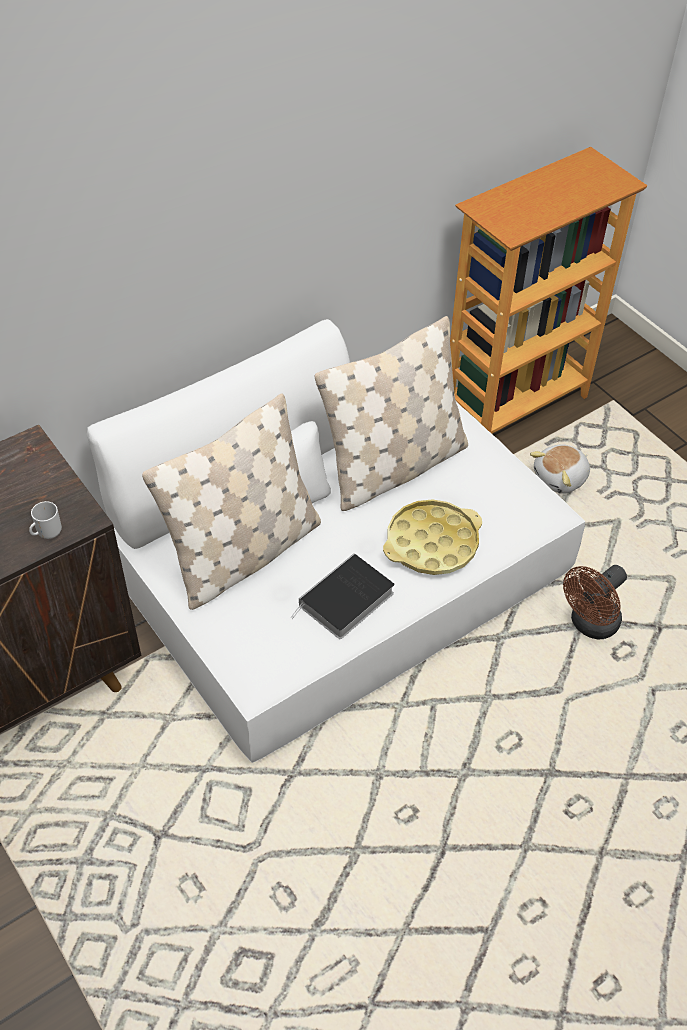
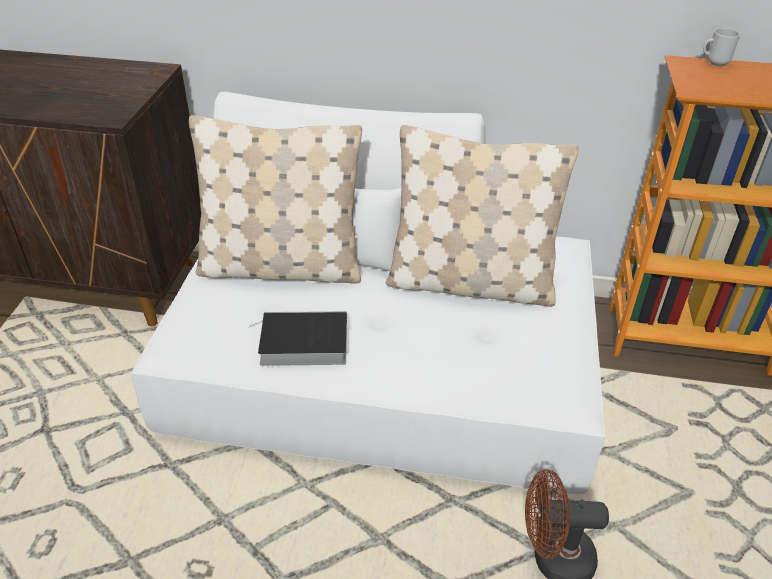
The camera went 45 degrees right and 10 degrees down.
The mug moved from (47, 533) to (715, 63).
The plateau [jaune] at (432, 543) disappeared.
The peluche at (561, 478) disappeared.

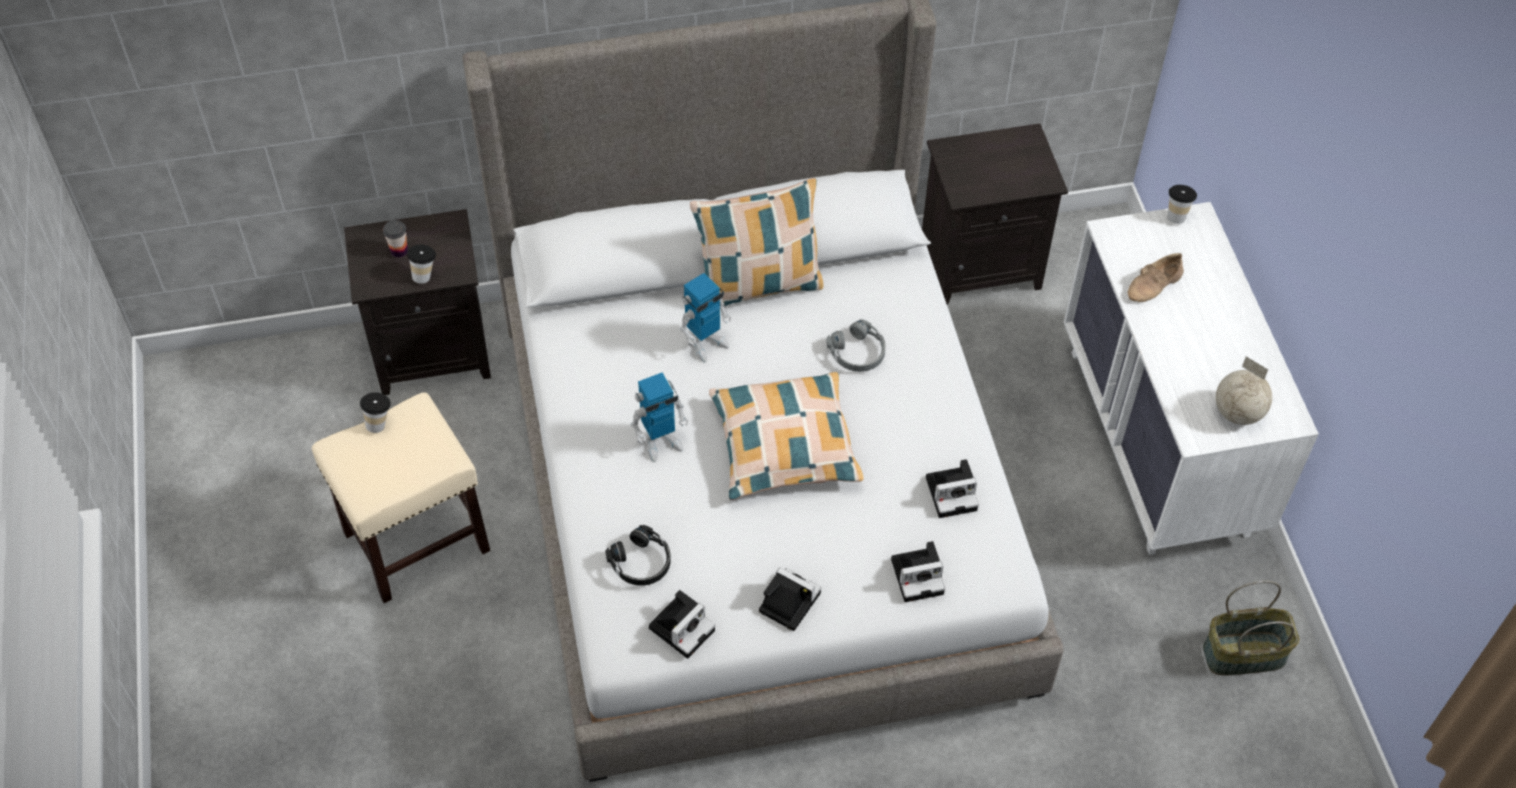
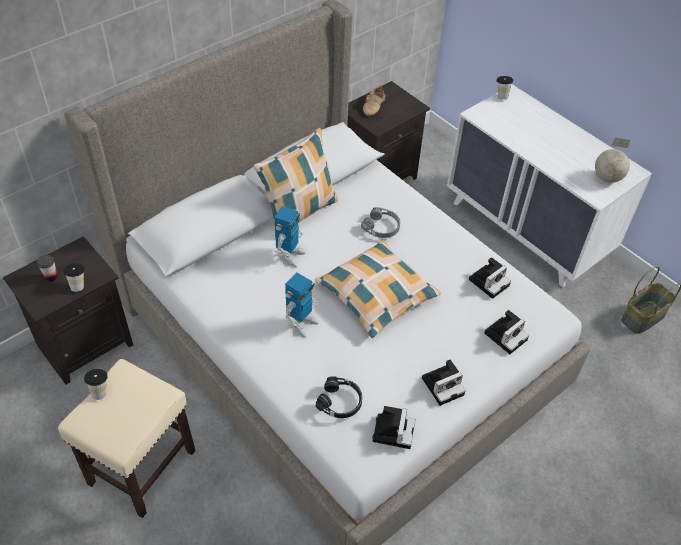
The camera went 30 degrees left and 5 degrees down.
The chaussure [beige] moved from (1155, 285) to (374, 106).
The appareil photo at (787, 601) turned 150 degrees clockwise.

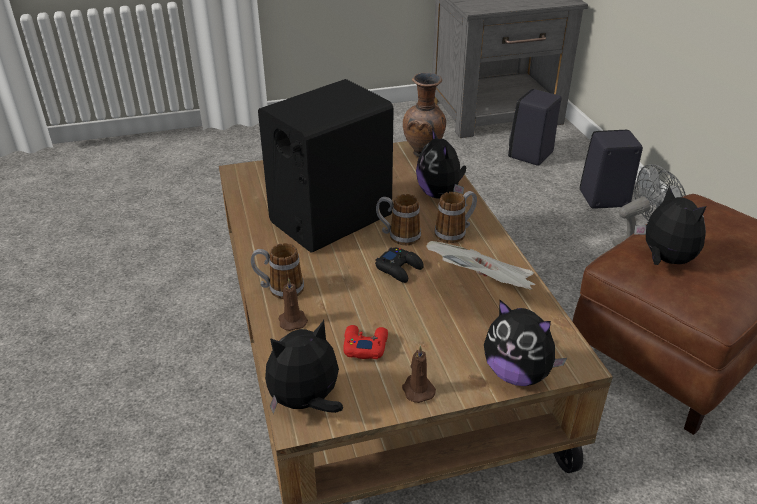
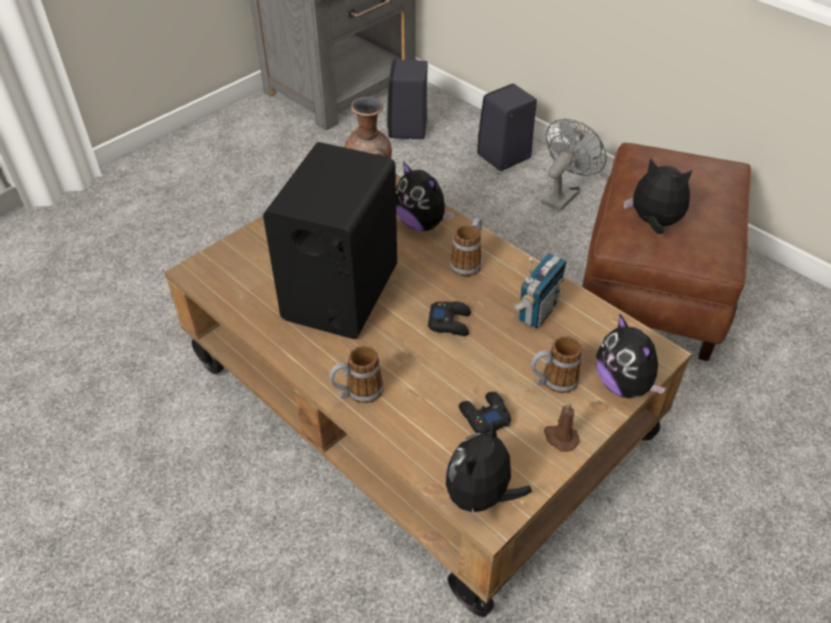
The camera went 30 degrees left and 10 degrees up.
The manette [rouge] at (365, 345) became the manette [noir] at (484, 416).
The journal at (483, 288) was replaced by the radio at (536, 312).
The mug moved from (398, 236) to (552, 382).
The peluche at (517, 373) turned 60 degrees clockwise.
The bougie [marron] at (292, 320) disappeared.

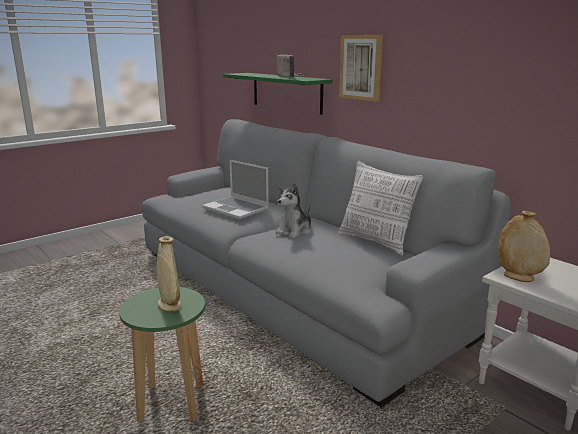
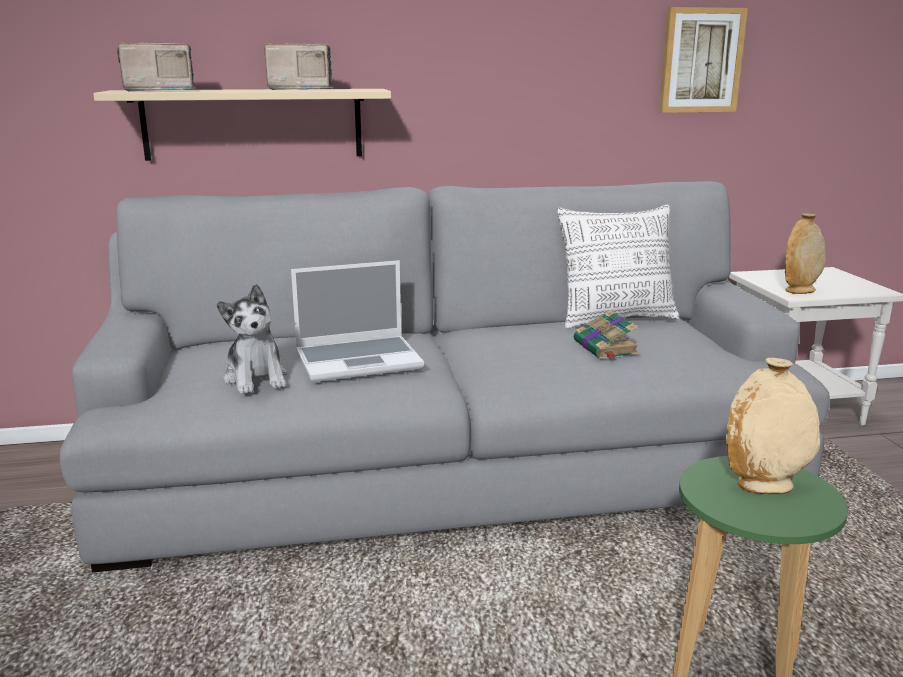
The camera went 60 degrees left and 0 degrees up.
The étagère [vert] at (286, 92) became the étagère [beige] at (253, 124).
The radio at (158, 90) appeared.
The peluche moved from (295, 231) to (256, 378).
The livre at (606, 348) appeared.
The tableau moved from (361, 67) to (700, 60).

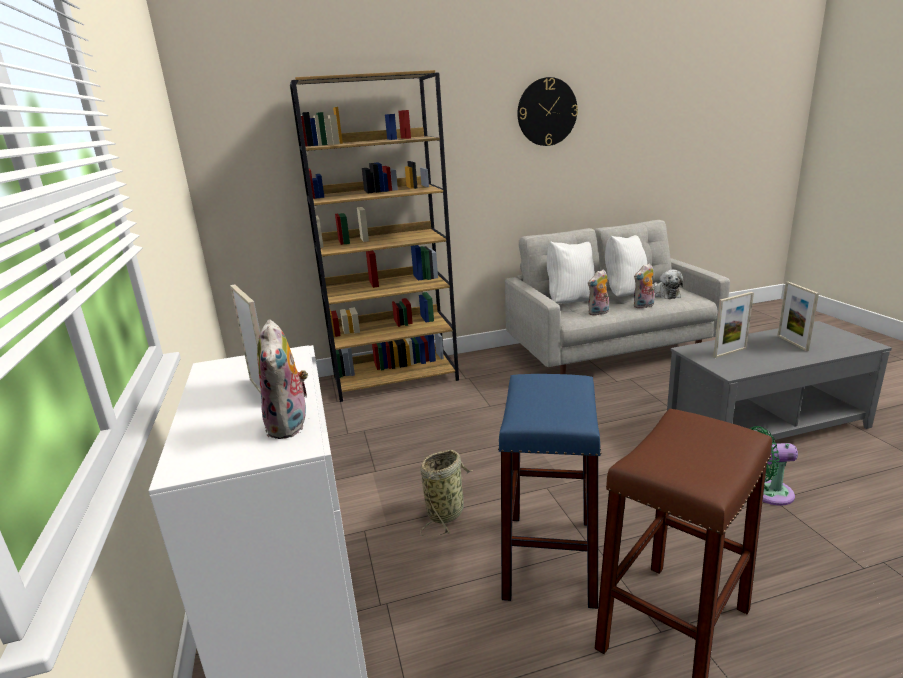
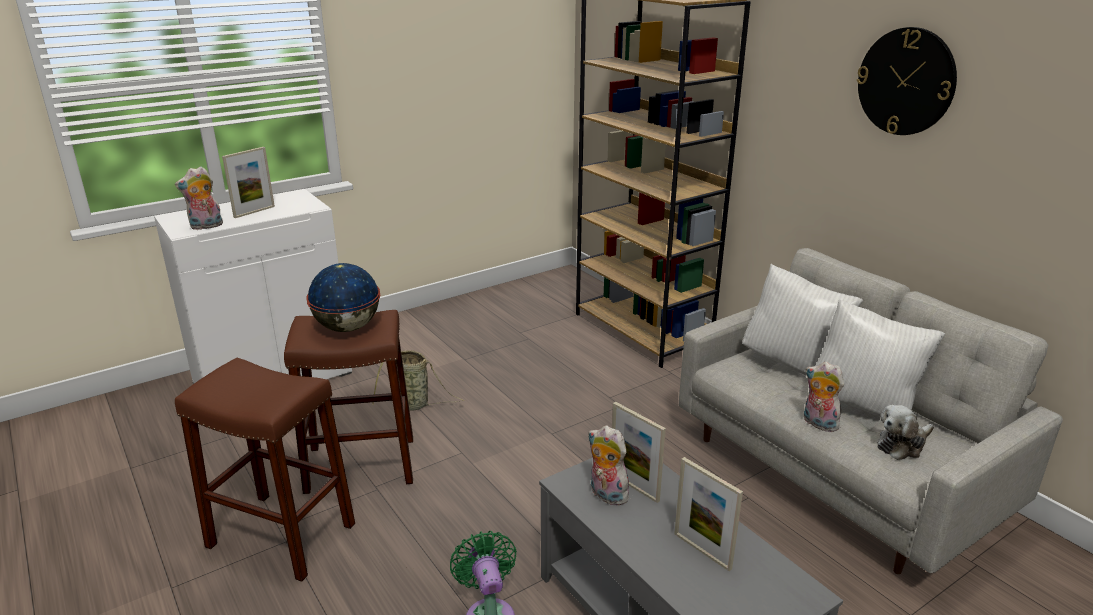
The camera went 70 degrees right and 5 degrees up.
The tabouret [bleu] at (550, 557) became the tabouret [marron] at (361, 465).
The globe at (347, 328) appeared.
The peluche moved from (598, 313) to (606, 495).
The cadre photo at (792, 343) turned 105 degrees counterclockwise.

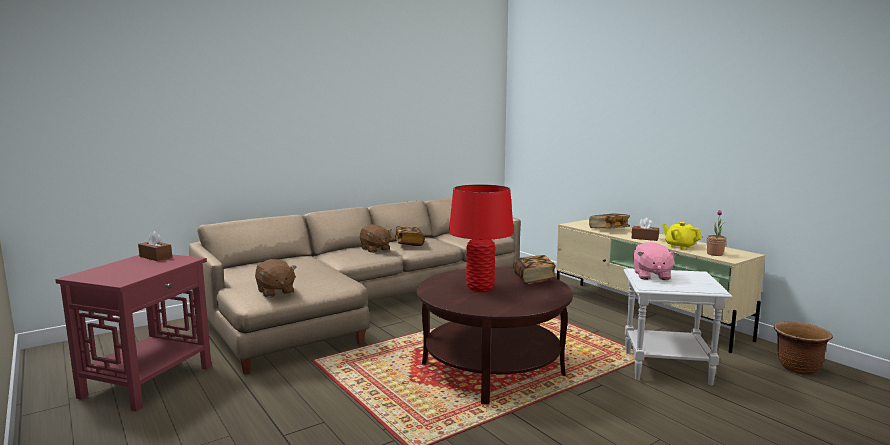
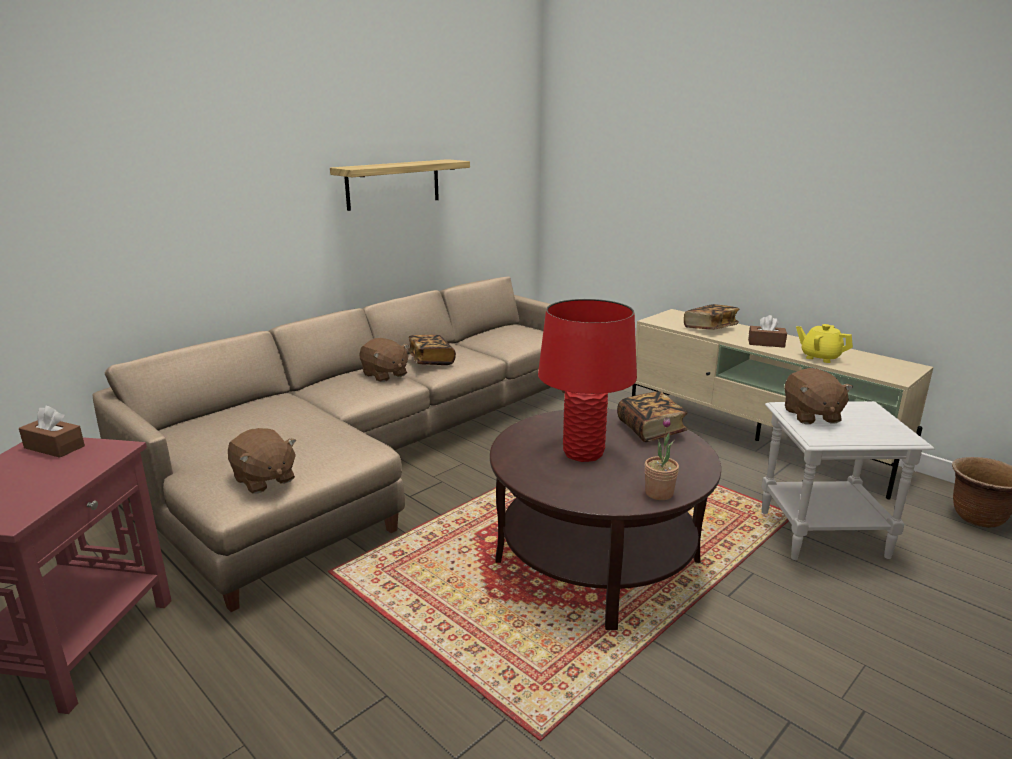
The camera went 10 degrees left and 10 degrees up.
The étagère at (393, 184) appeared.
The plante en pot moved from (714, 254) to (659, 493).
The peluche [rose] at (651, 276) became the peluche [marron] at (811, 416).

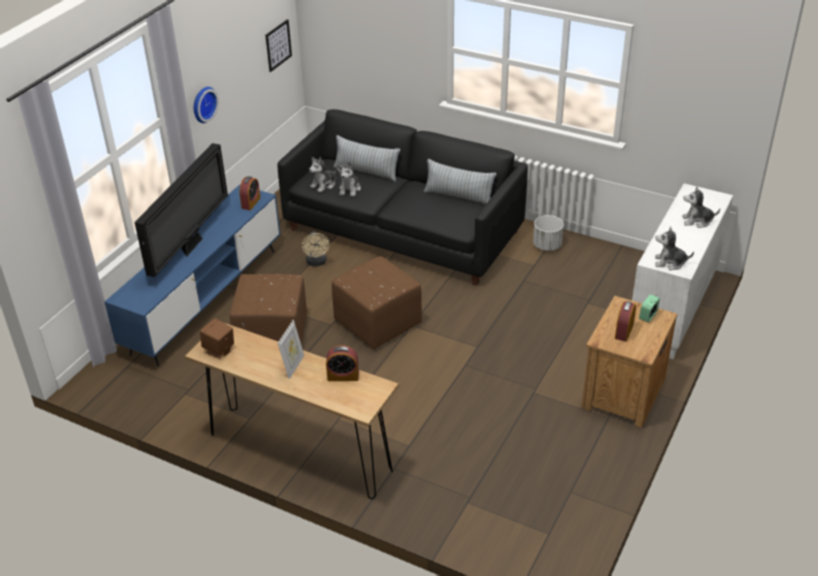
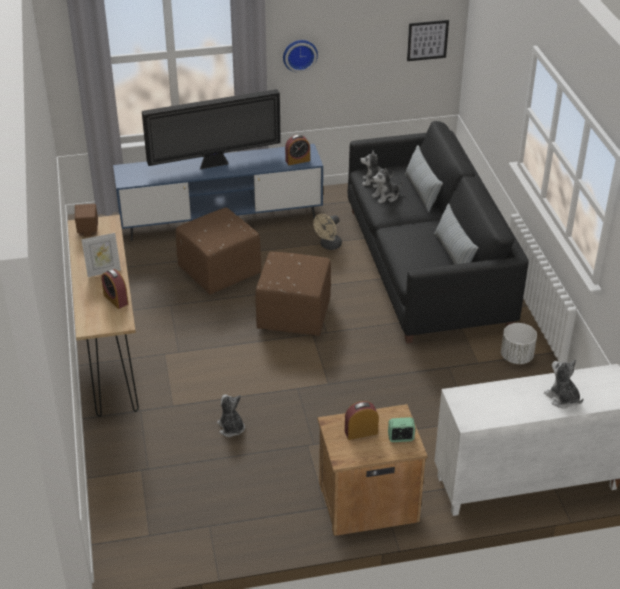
The camera went 50 degrees right and 0 degrees up.
The peluche moved from (670, 262) to (231, 428).

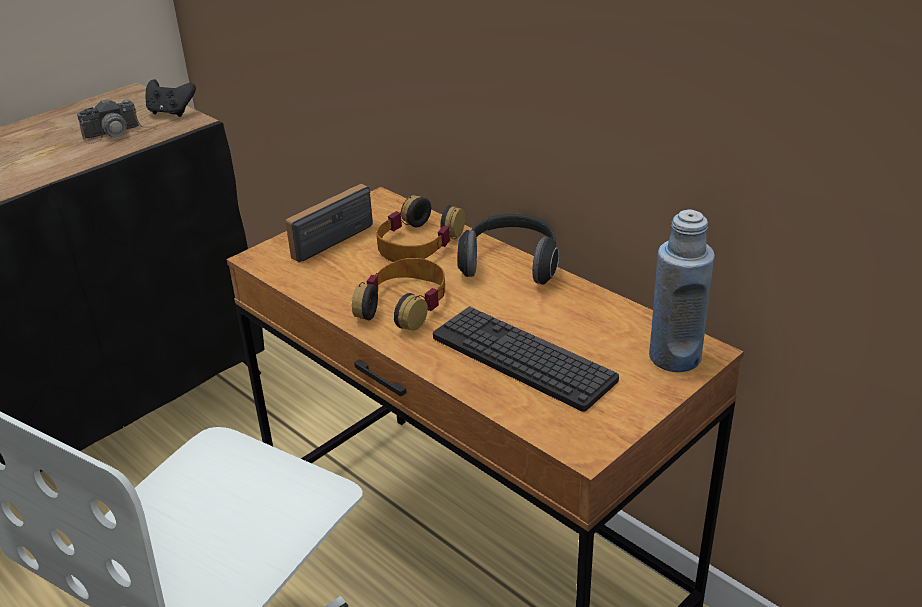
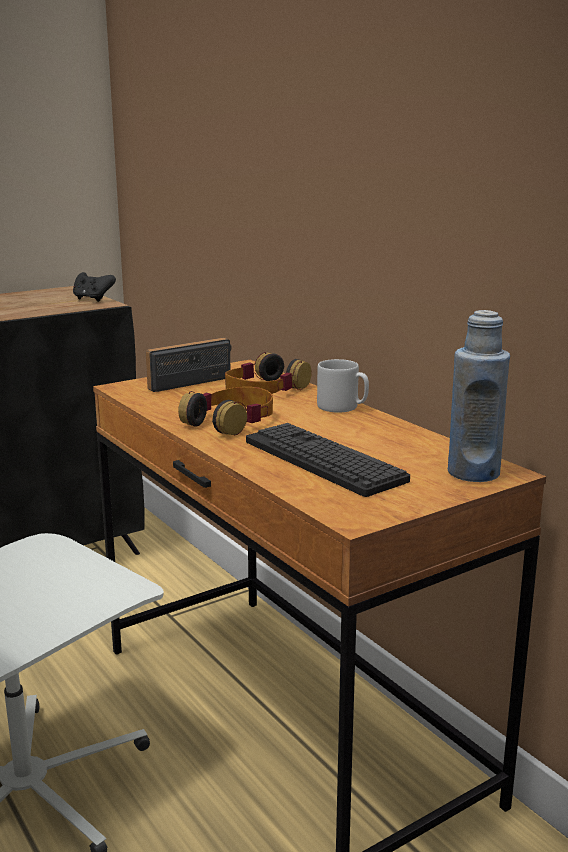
The camera went 10 degrees right and 15 degrees down.
The casque audio at (511, 264) was replaced by the mug [gris] at (342, 407).
The appareil photo at (119, 133) disappeared.

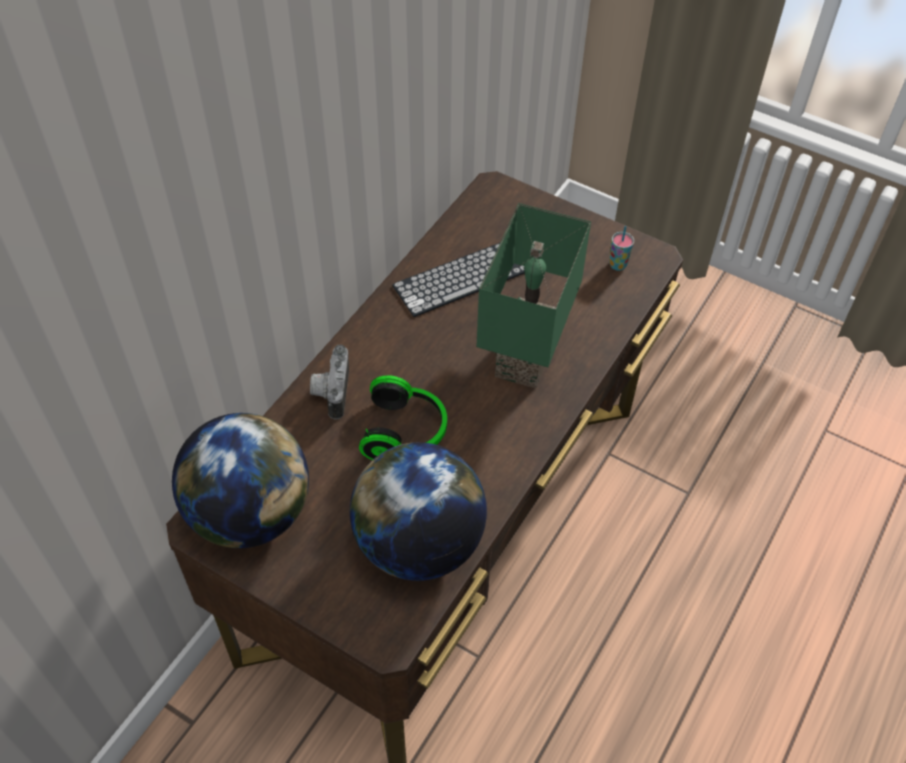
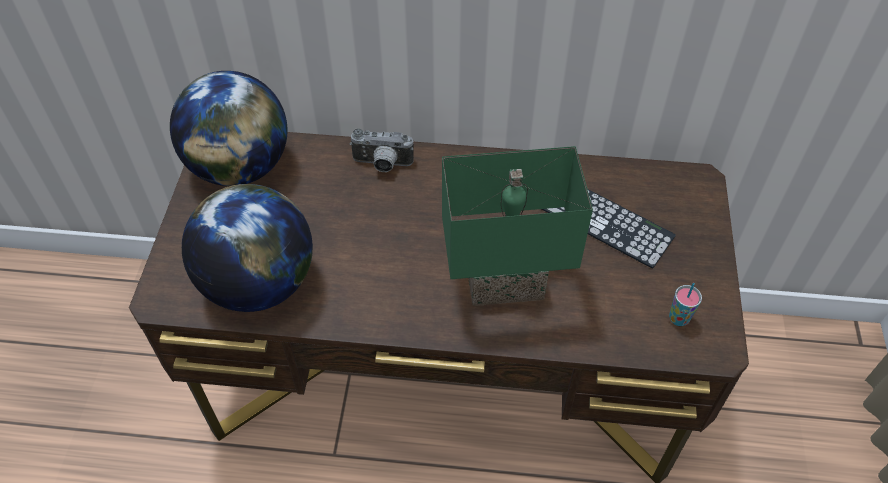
The camera went 65 degrees right and 0 degrees up.
The appareil photo at (330, 392) turned 150 degrees counterclockwise.
The casque audio at (406, 432) disappeared.

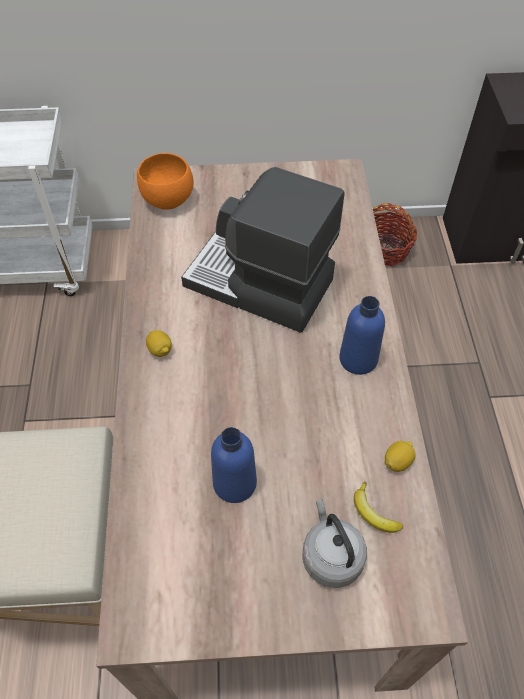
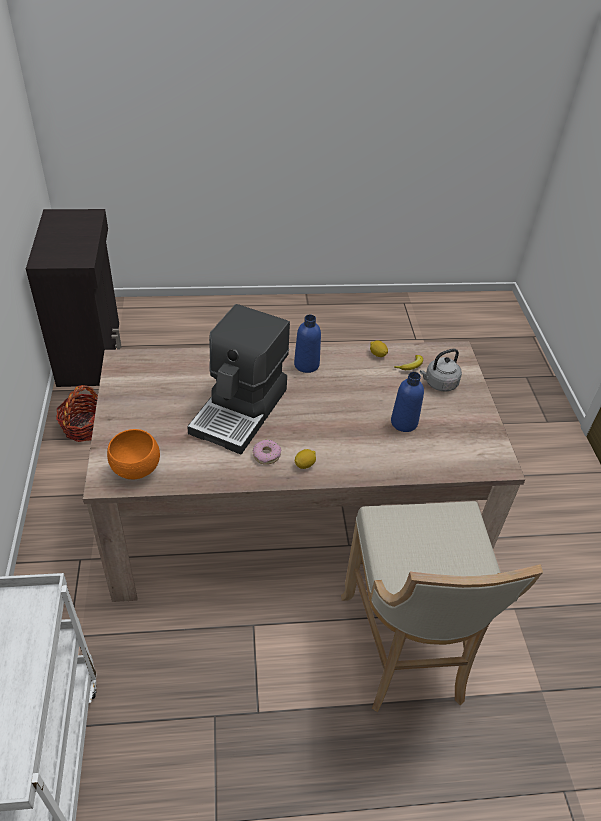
The camera went 95 degrees left and 10 degrees down.
The beignet at (266, 455) appeared.

